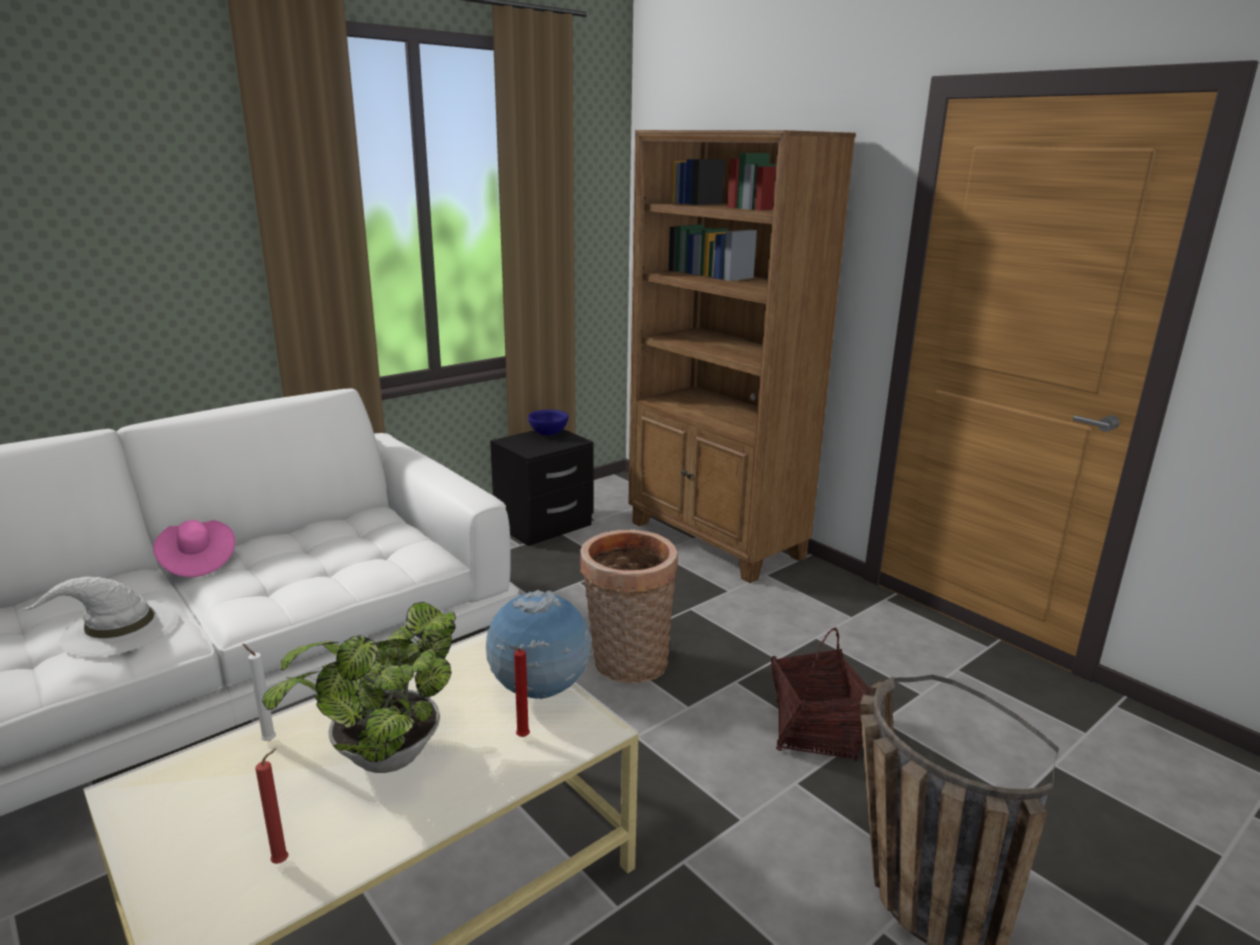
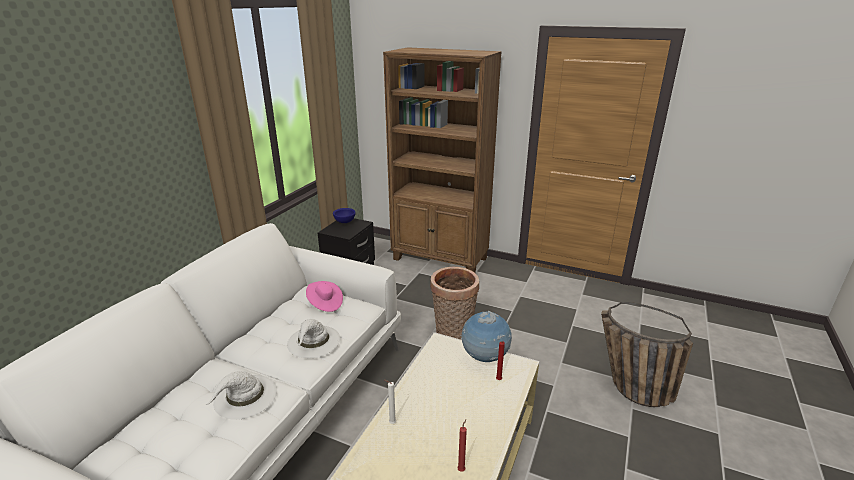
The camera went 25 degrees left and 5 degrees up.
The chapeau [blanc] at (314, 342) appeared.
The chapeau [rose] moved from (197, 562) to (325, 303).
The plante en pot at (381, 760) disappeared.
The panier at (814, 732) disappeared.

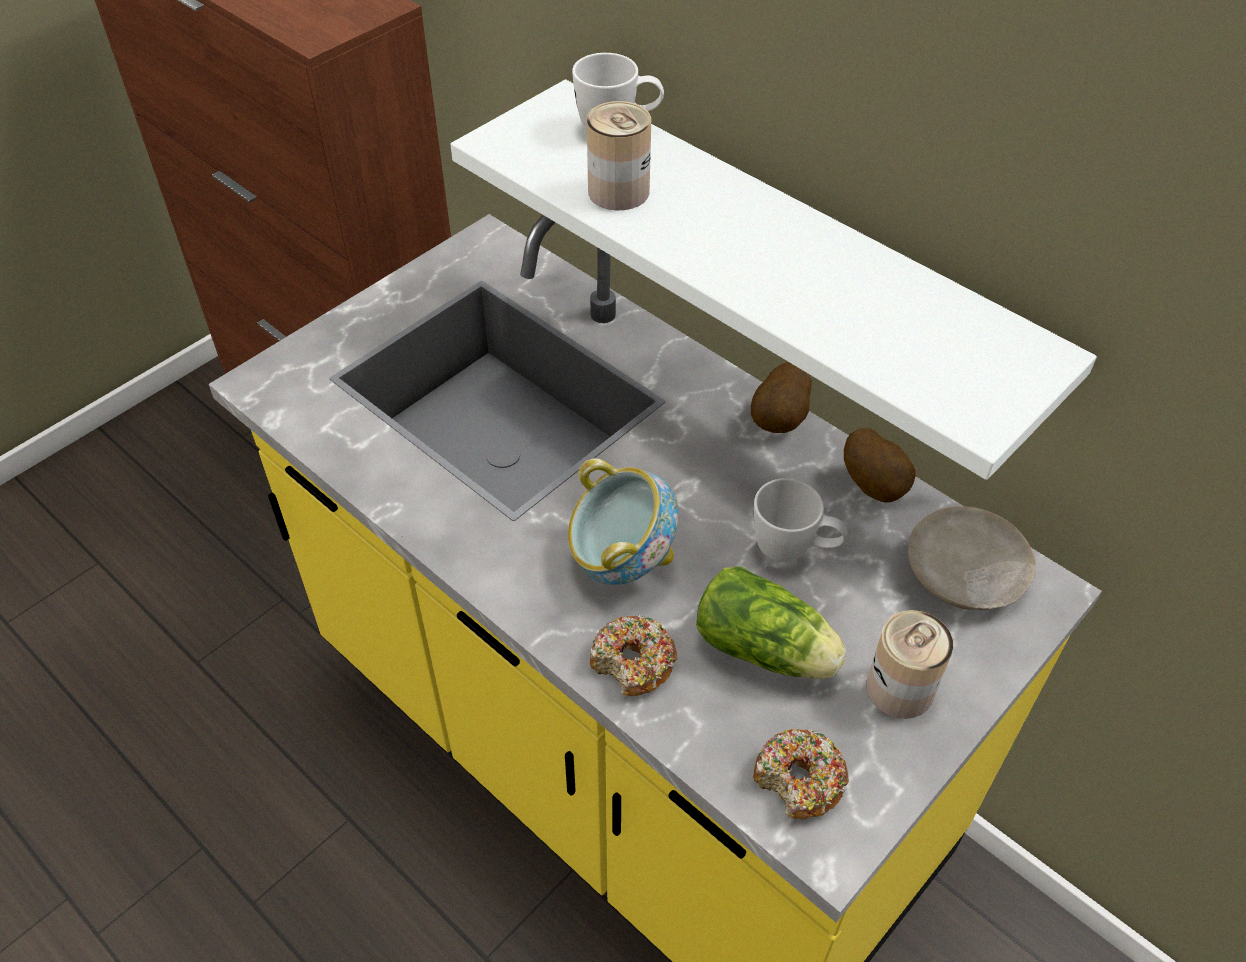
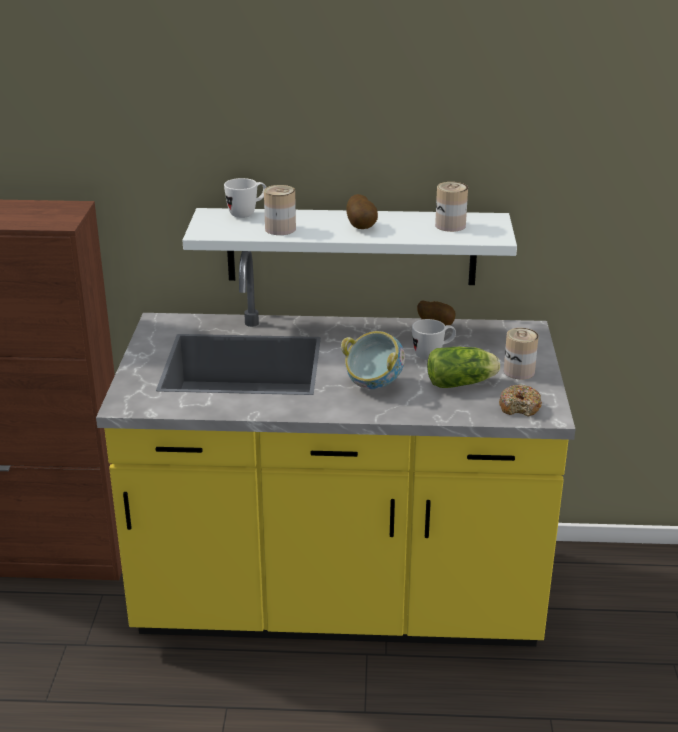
The camera went 40 degrees left and 20 degrees down.
The pomme de terre moved from (780, 420) to (362, 227).
The boîte métallique at (450, 225) appeared.
The beignet at (633, 663) disappeared.
The assiette [beige] at (965, 572) disappeared.

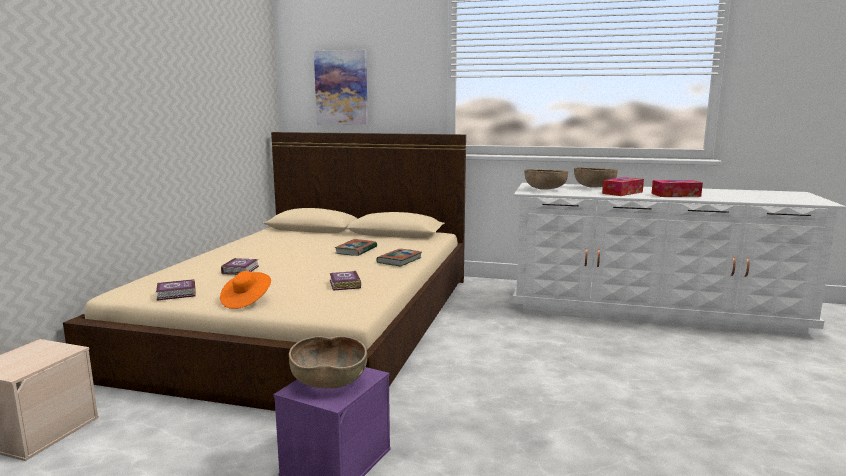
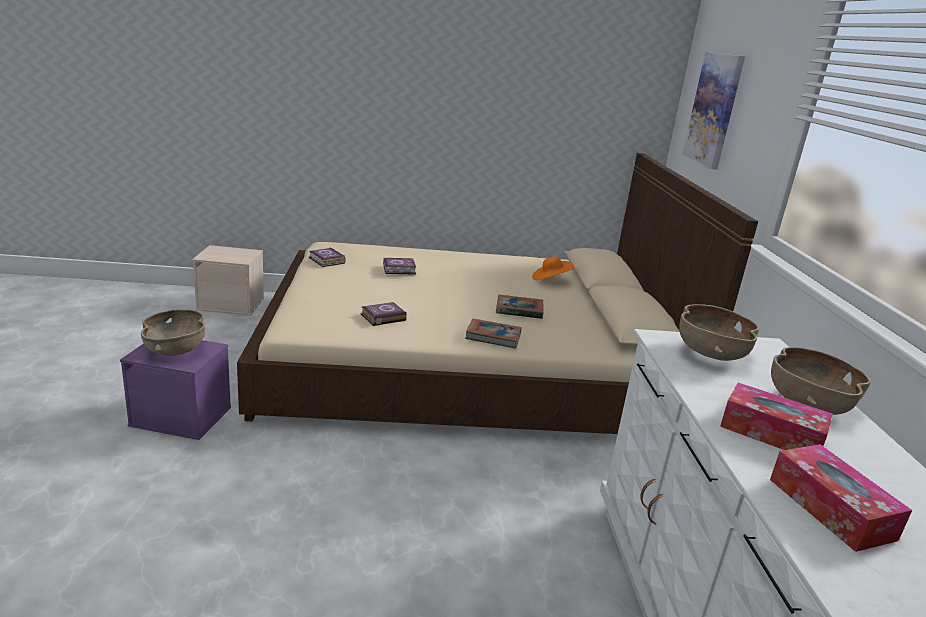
The camera went 70 degrees right and 10 degrees up.
The chapeau [orange] moved from (246, 301) to (550, 280).

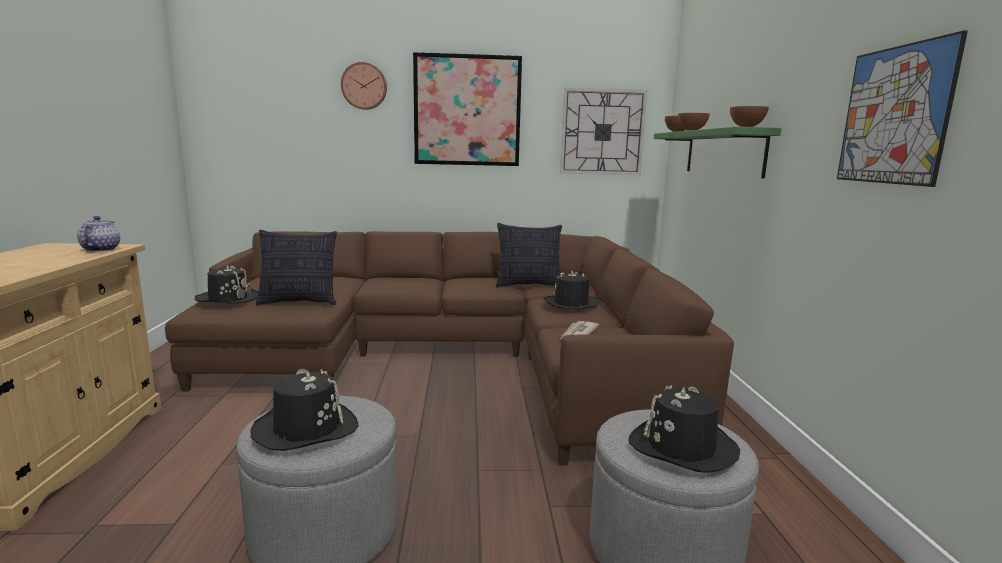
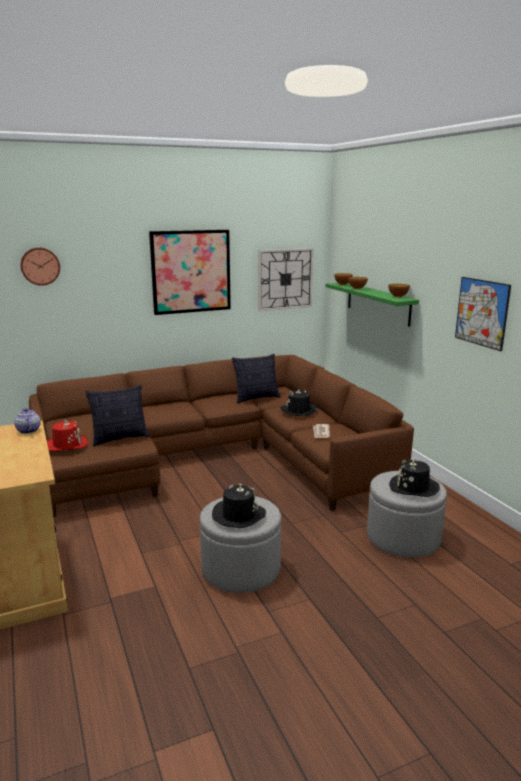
The camera went 20 degrees left and 5 degrees up.
The horloge murale moved from (364, 86) to (40, 266).
The chapeau [noir] at (227, 298) became the chapeau [rouge] at (66, 444).

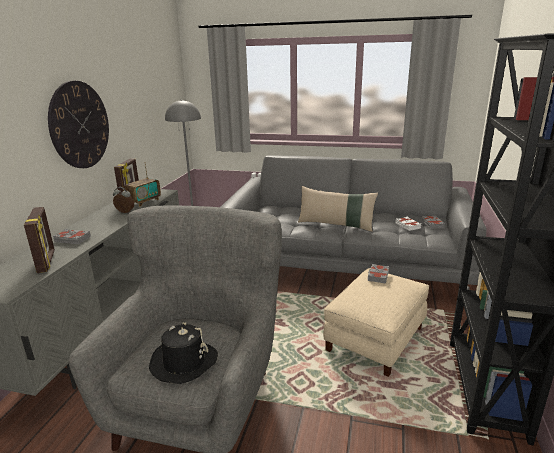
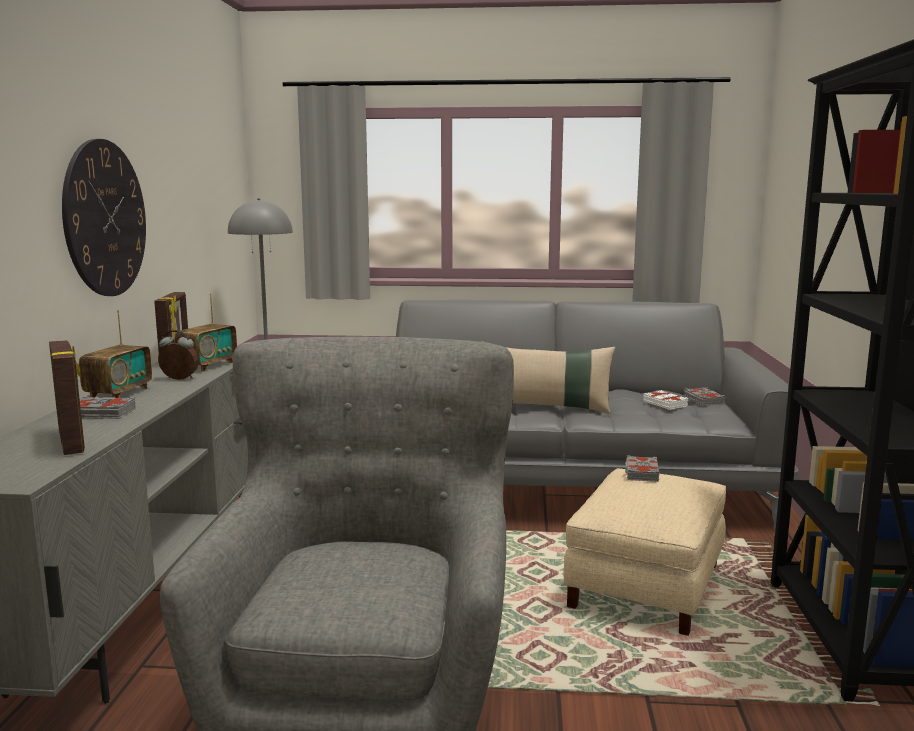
The camera went 10 degrees left and 10 degrees down.
The radio at (118, 394) appeared.
The chapeau [noir] at (183, 362) disappeared.

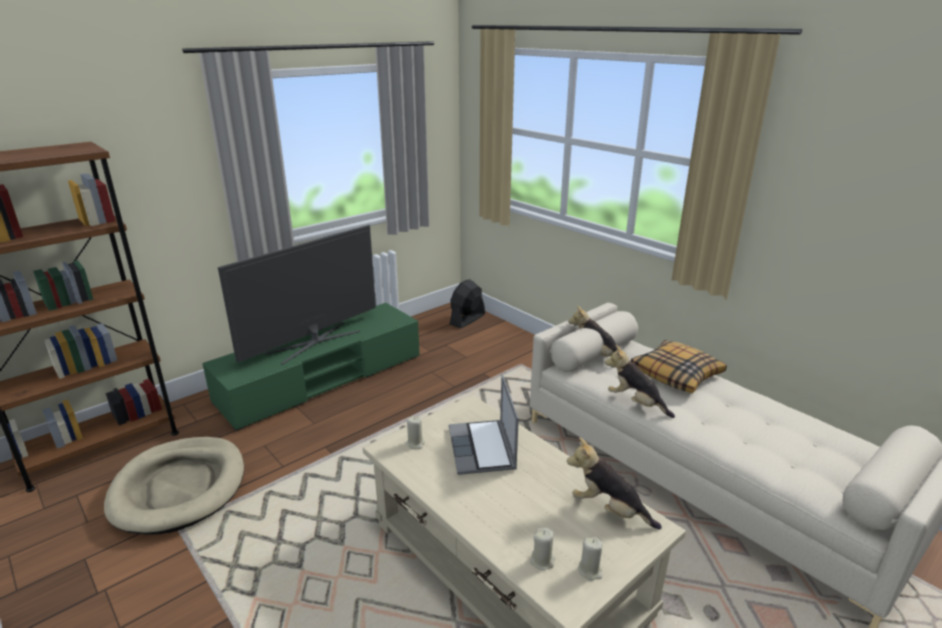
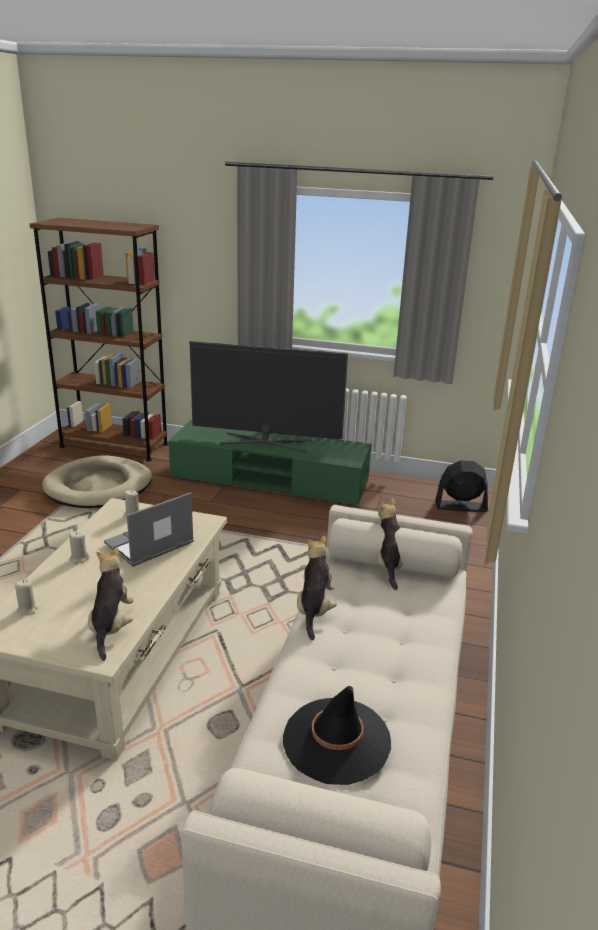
The camera went 55 degrees right and 0 degrees up.
The bougie [beige] moved from (590, 570) to (79, 559).
The chapeau [noir] at (336, 740) appeared.
The coussin at (676, 374) disappeared.

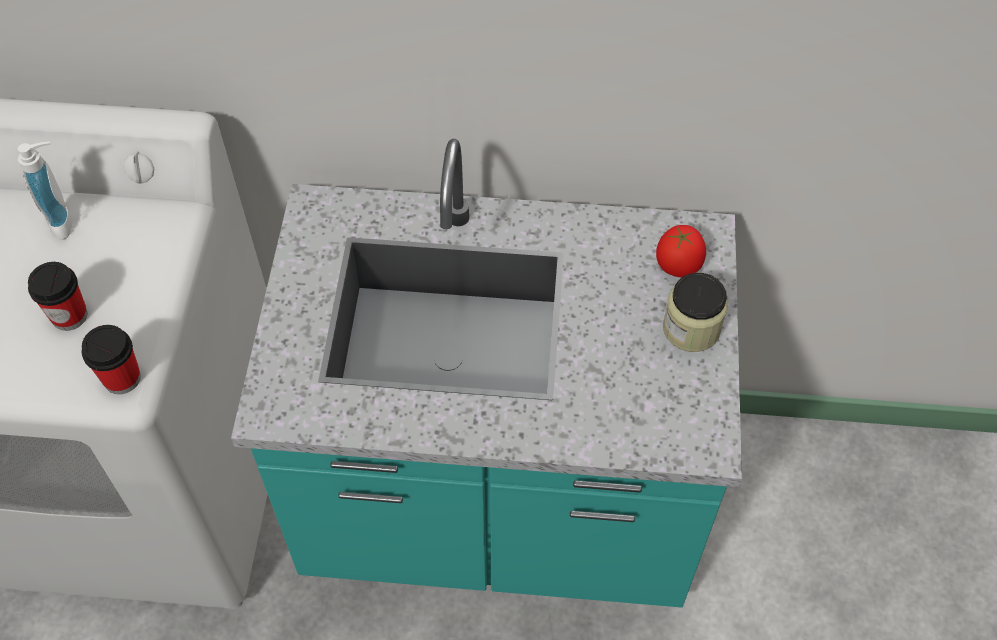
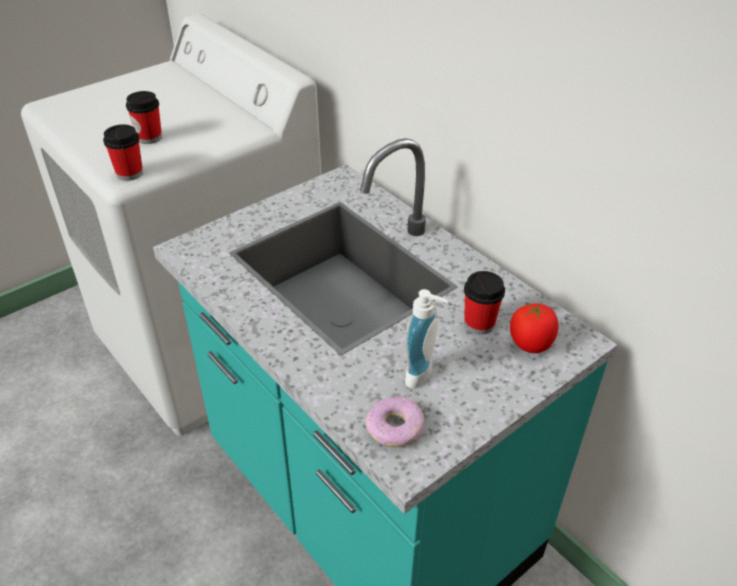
The camera went 45 degrees right and 15 degrees down.
The beignet at (395, 428) appeared.
The distributeur de savon moved from (66, 221) to (423, 375).
The tasse at (479, 324) appeared.
The bocal at (691, 329) disappeared.

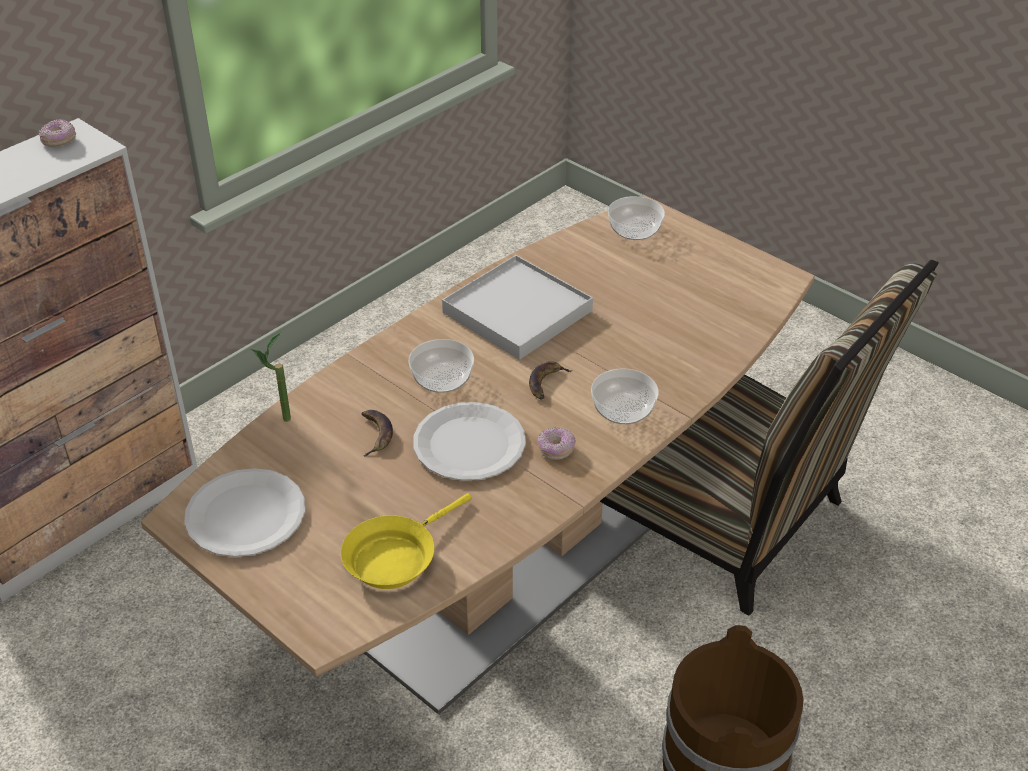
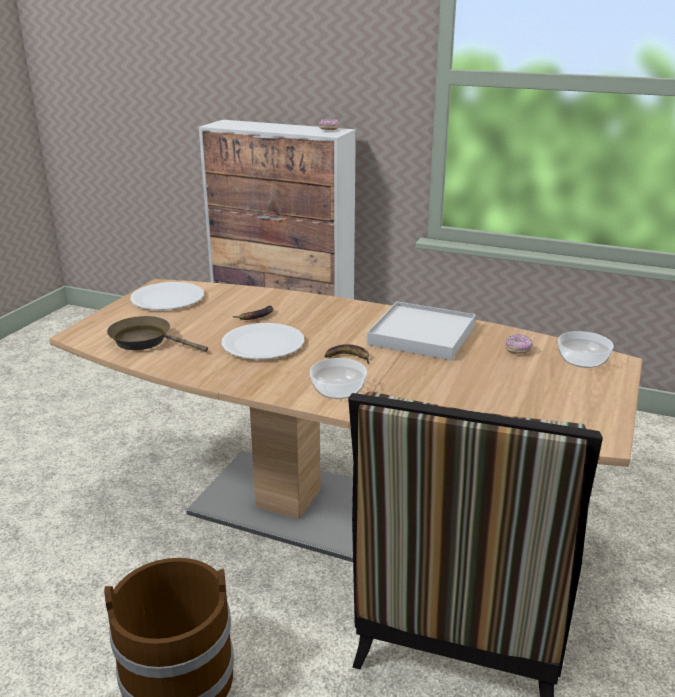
The camera went 70 degrees right and 15 degrees down.
The poêle [jaune] at (395, 557) became the poêle [marron] at (146, 341).
The beignet moved from (556, 449) to (518, 350).
The plante en pot at (278, 421) disappeared.
The bol at (441, 379) disappeared.

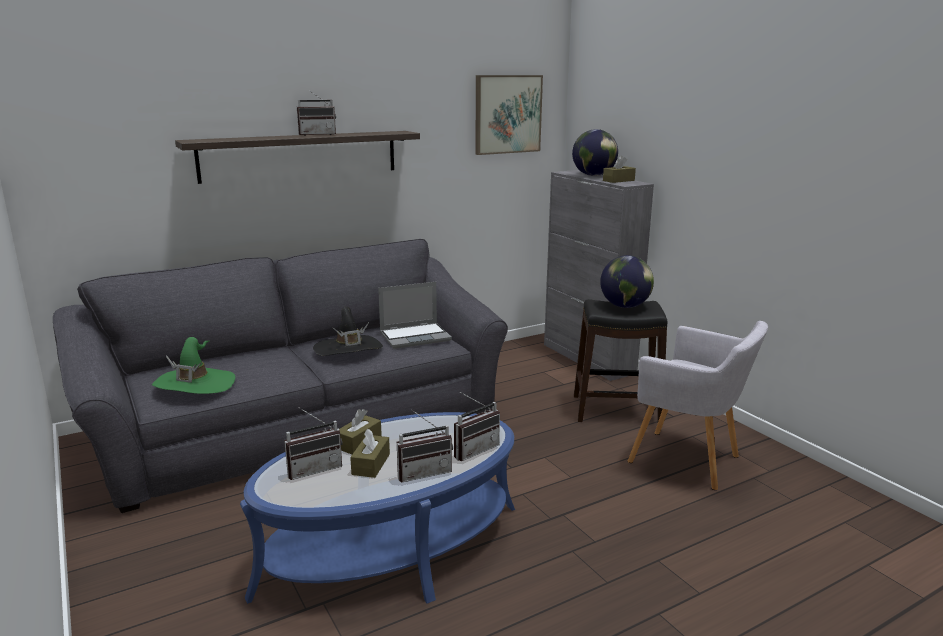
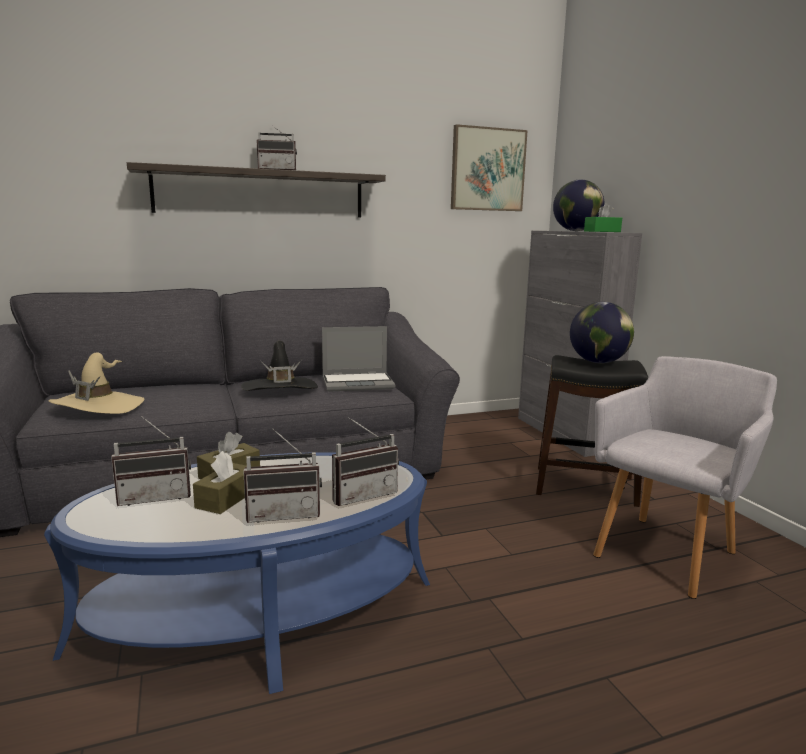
The camera went 10 degrees right and 5 degrees down.
The chapeau [vert] at (195, 385) became the chapeau [beige] at (98, 406).
The boîte à mouchoirs [marron] at (618, 180) became the boîte à mouchoirs [vert] at (602, 231).
The fauteuil [gris] at (689, 461) turned 90 degrees counterclockwise.

